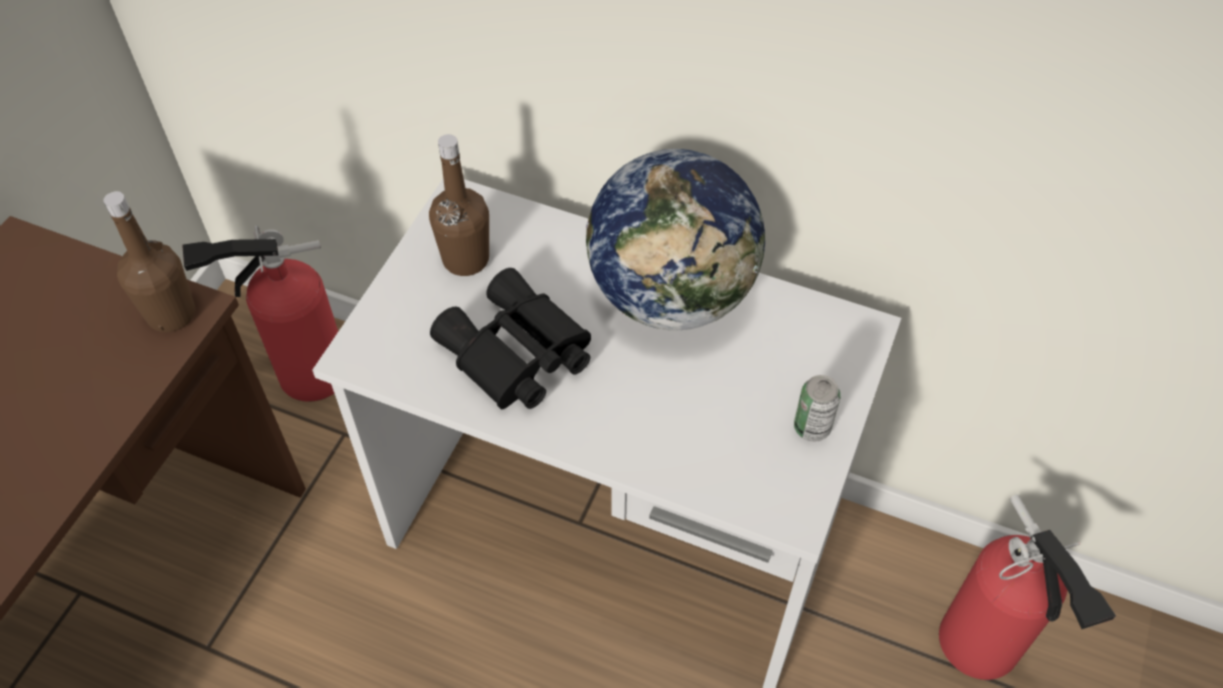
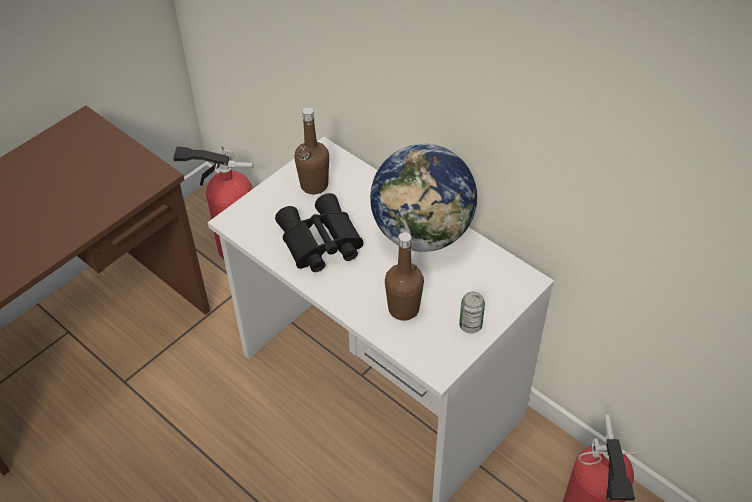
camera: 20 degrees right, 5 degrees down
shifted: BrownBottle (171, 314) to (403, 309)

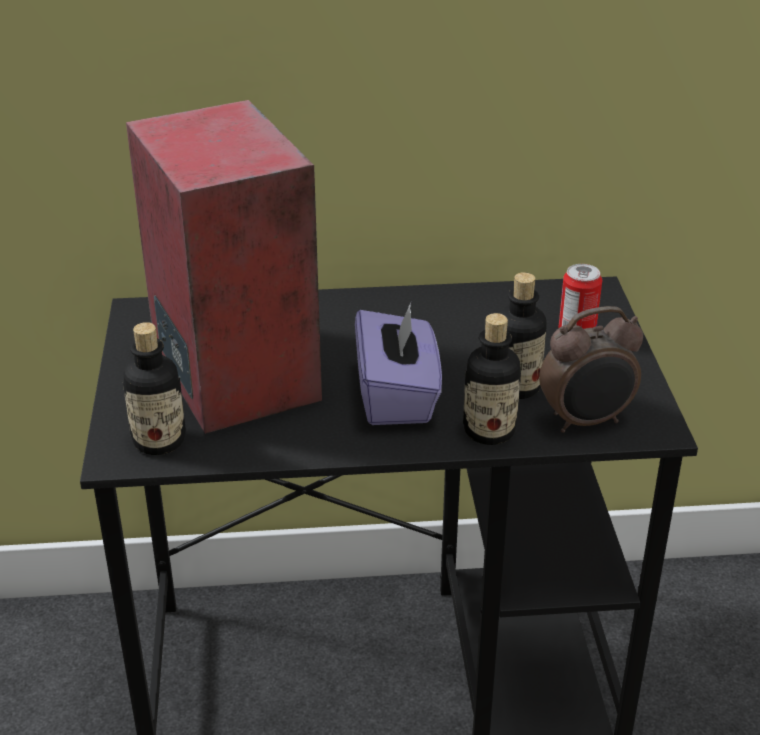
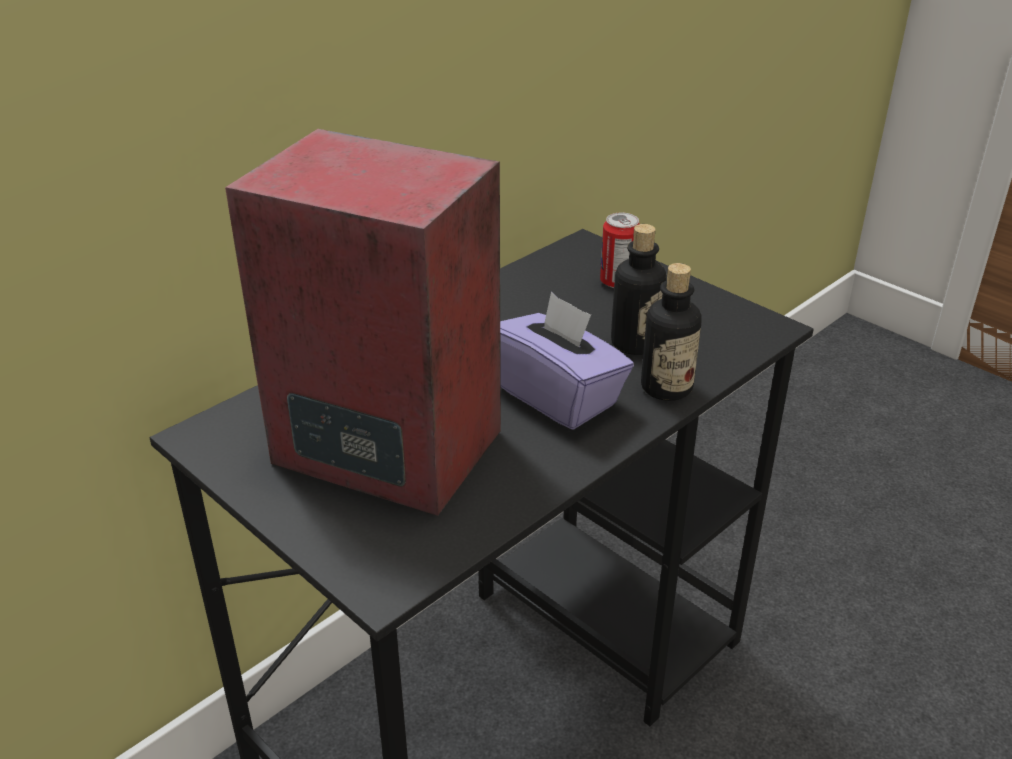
camera: 40 degrees left, 0 degrees up
gone: Bottle (159, 441); TableClock (586, 421)

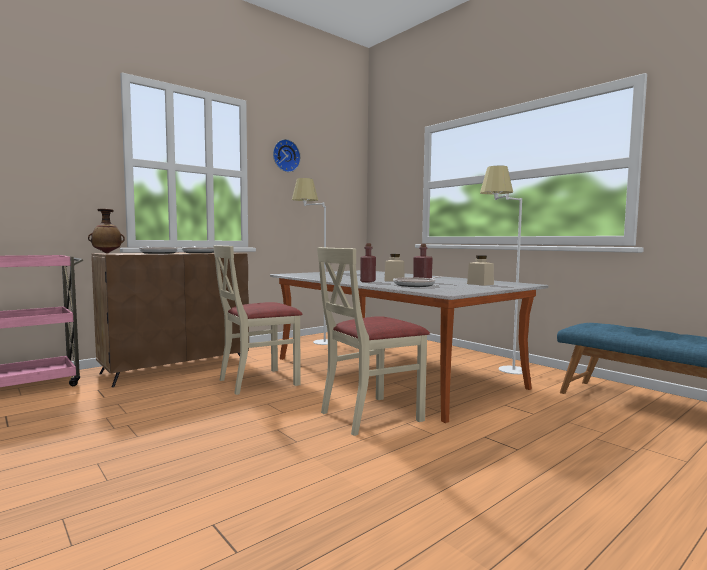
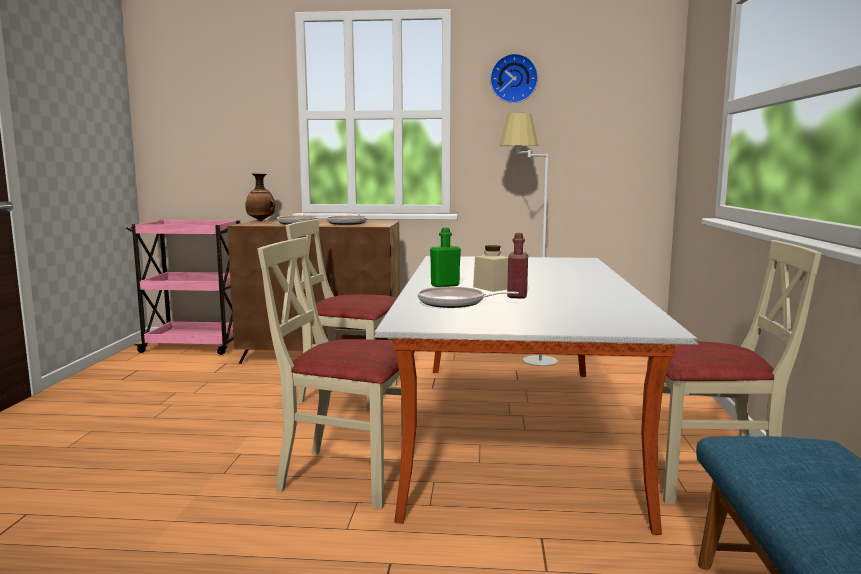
camera: 45 degrees right, 5 degrees up
gone: BeigeColouredStorageJar (480, 284)
swapped: WhiteColouredFloorLamp (500, 368) to BeigeColouredChair (708, 480)
repainted: RedColouredBottle (368, 281) to GreenishBottle (445, 285)

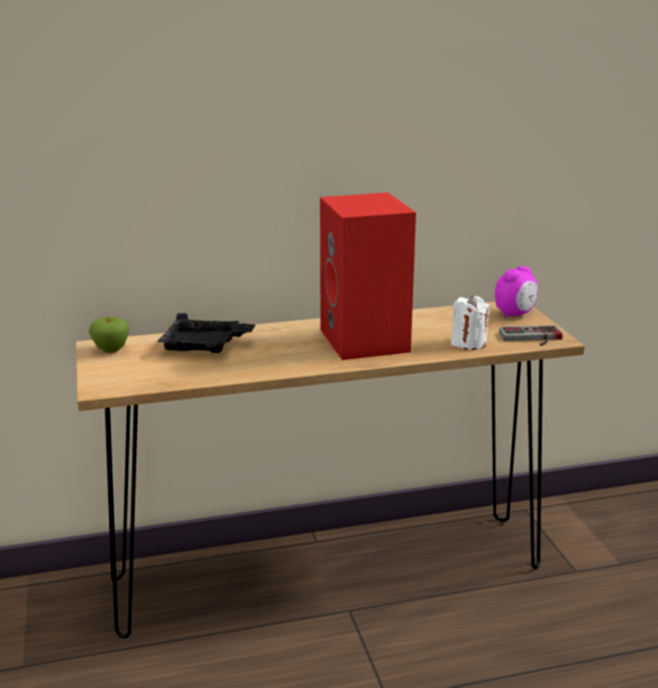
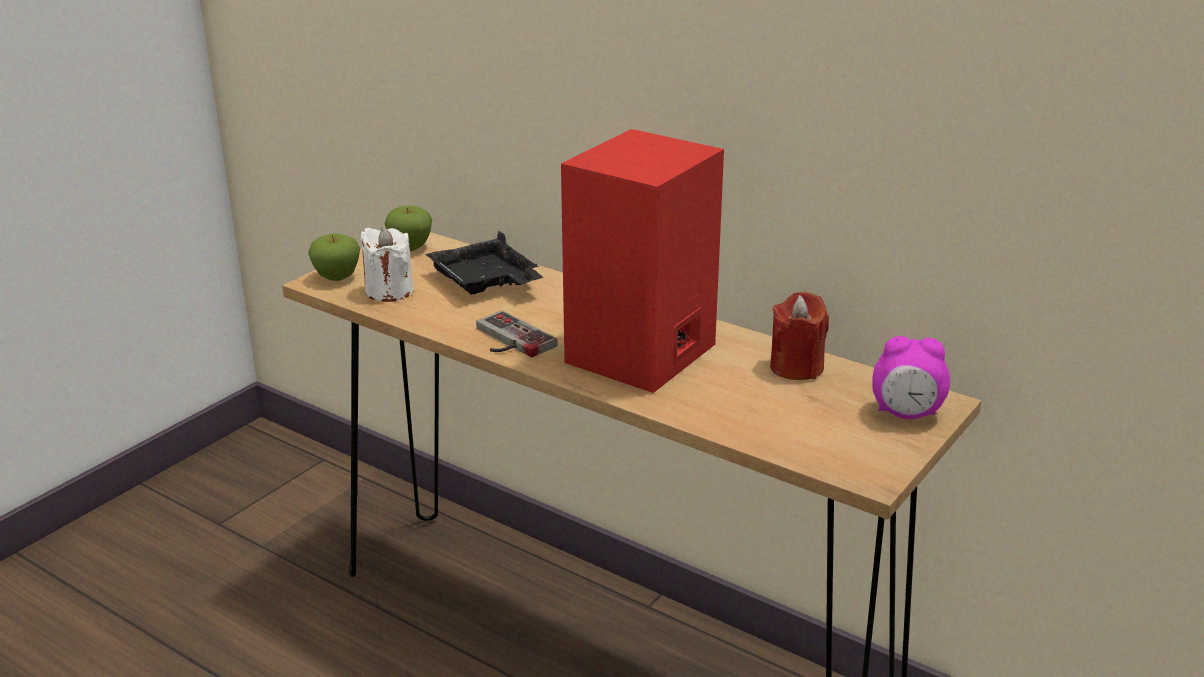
camera: 50 degrees right, 5 degrees up
new: AppleFruit (337, 278); RedColouredWaxCandle (796, 367)
shifted: WhiteColouredWaxCandle (468, 343) to (389, 291); Joypad (532, 338) to (508, 340)

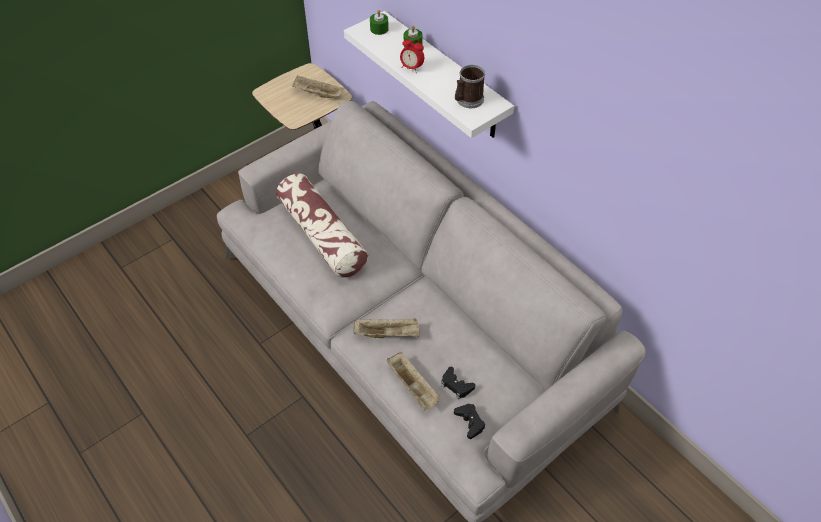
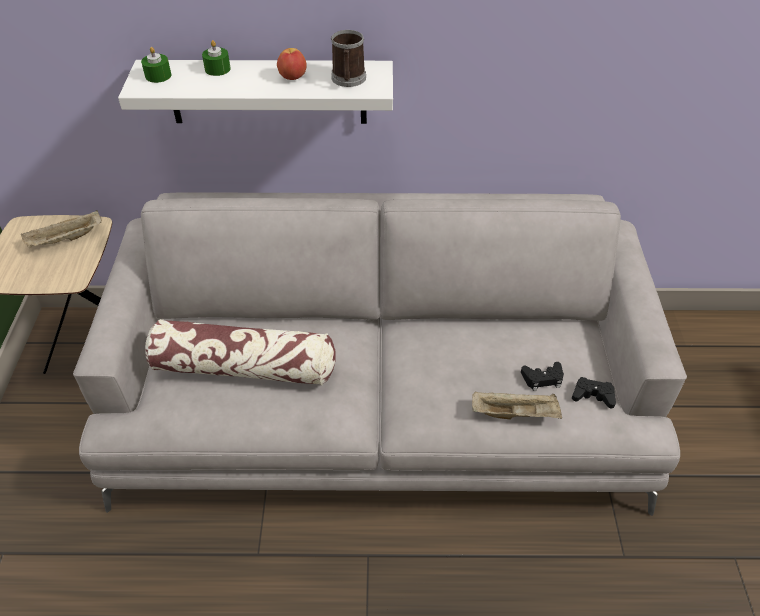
camera: 50 degrees left, 5 degrees down
gone: BeigeColouredTray (388, 333); TableClock (411, 68)
new: AppleFruit (293, 77)

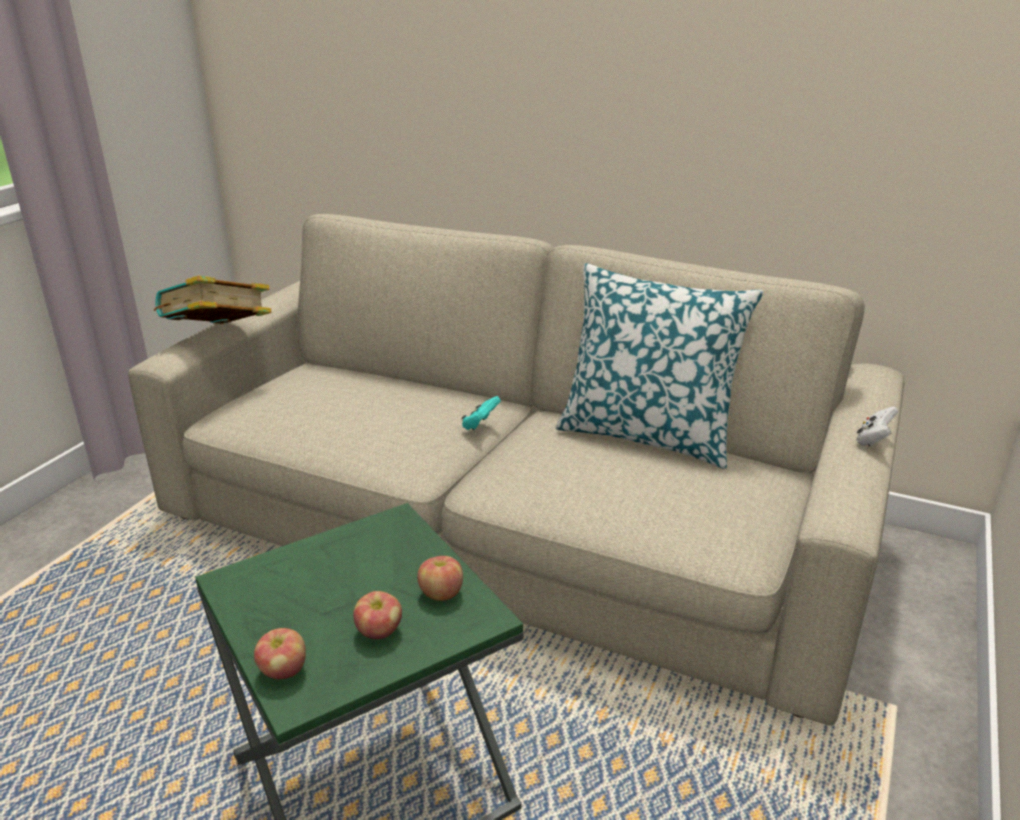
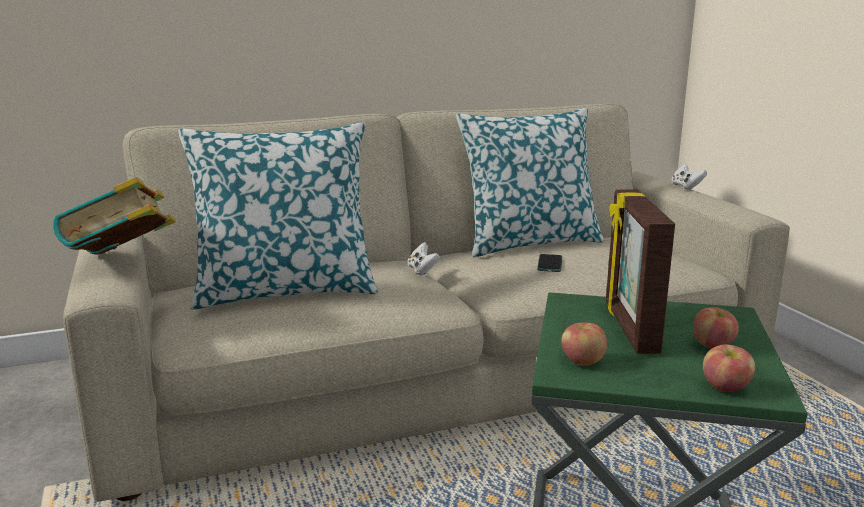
camera: 45 degrees left, 10 degrees down
new: Cushion (285, 291); Telephone (549, 264); PhotoFrame (629, 328)
shifted: AppleFruit (441, 593) to (582, 361)
repainted: BlueGreenJoypad (480, 425) to WhiteColouredJoypad (422, 270)

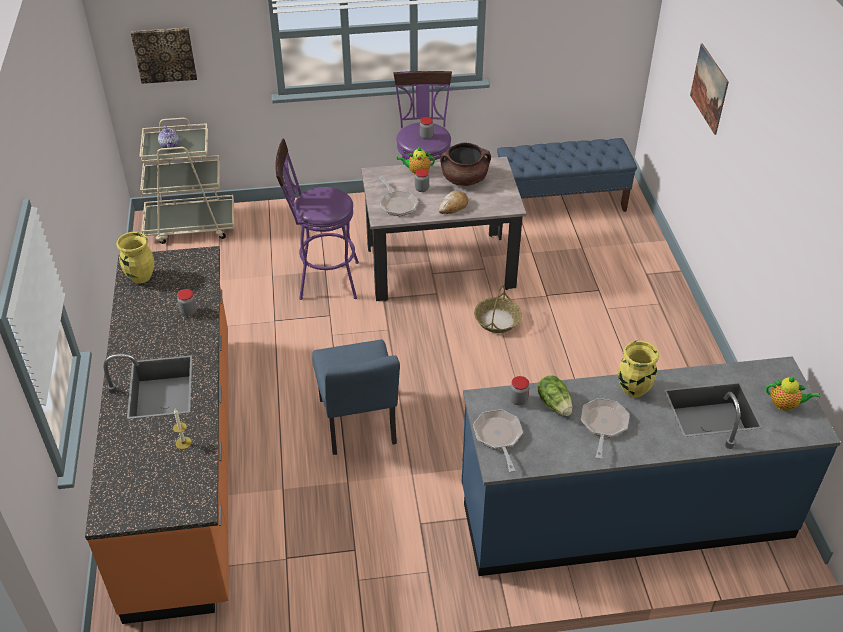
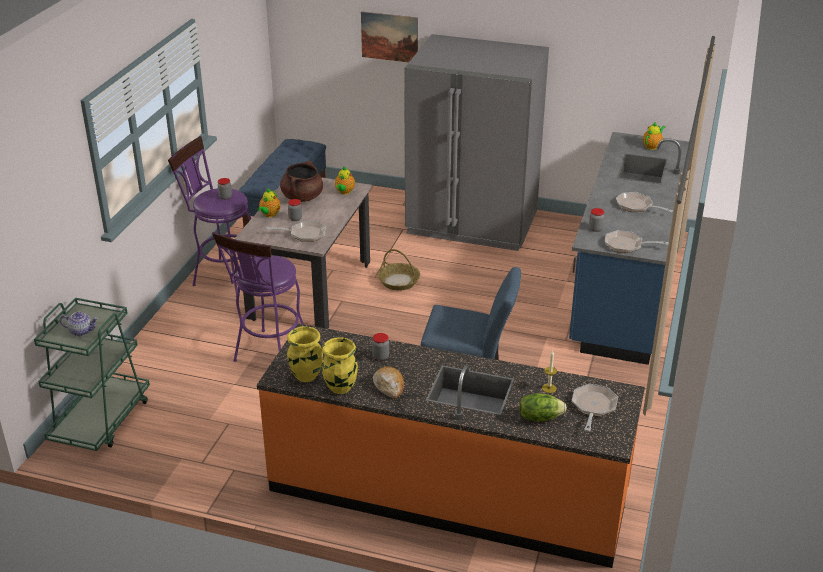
camera: 65 degrees left, 10 degrees down
gone: Picture (164, 54)
new: Teapot (344, 192); GreyishKitchenFridge (472, 223); Skillet (593, 407)
shifted: BakeryBread (453, 206) to (389, 386); HeadOfLettuce (554, 404) to (540, 417); YellowVase (633, 389) to (340, 388)
repainted: BeigeColouredWheeledCart (191, 225) to GreenishWheeledCart (101, 420)

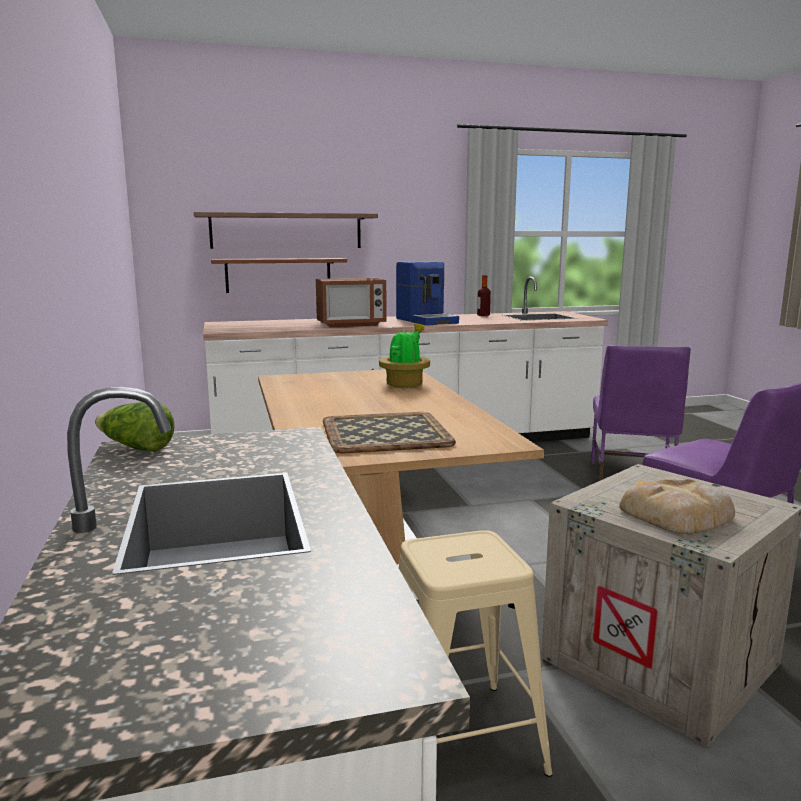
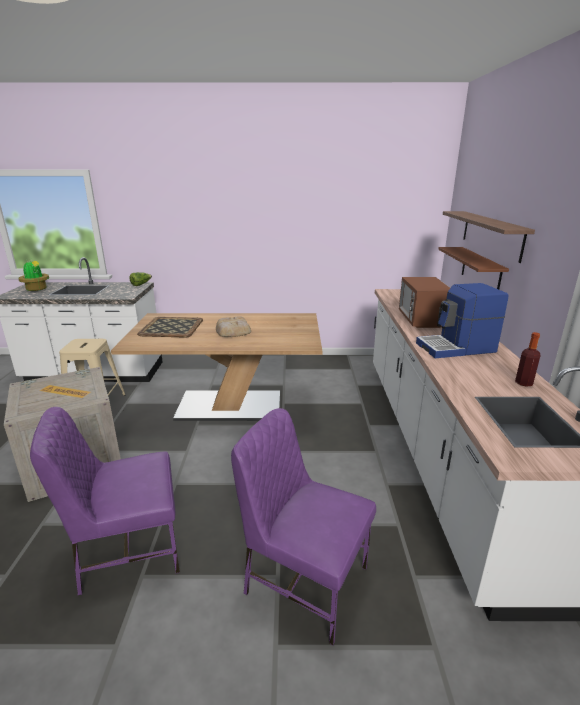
camera: 105 degrees right, 10 degrees up
shifted: PlantInAPot (405, 384) to (37, 289); BakeryBread (678, 514) to (233, 331)

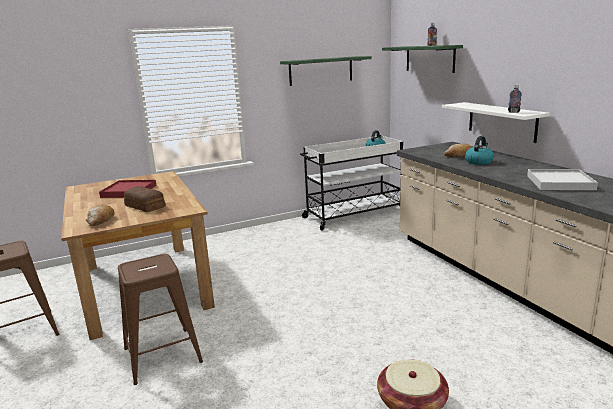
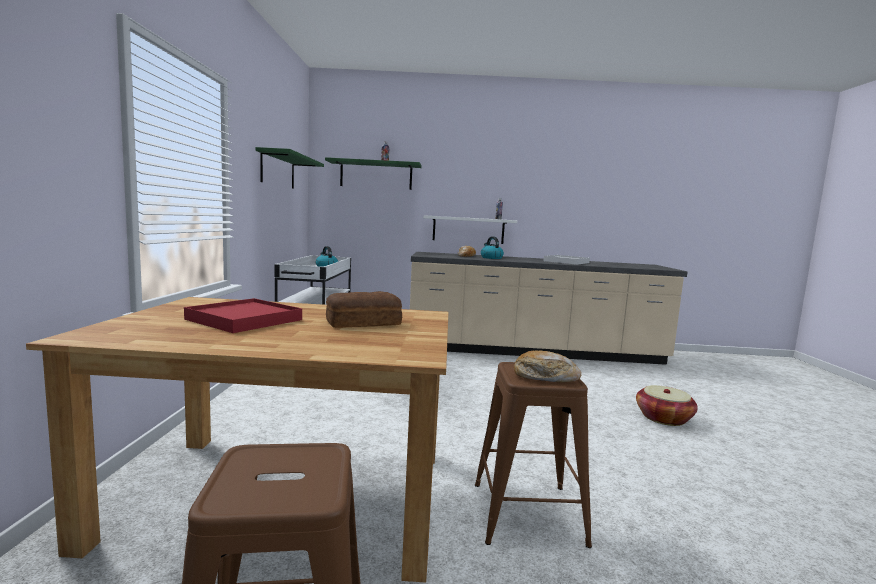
camera: 65 degrees left, 10 degrees down
shifted: BakeryBread (100, 221) to (545, 377)

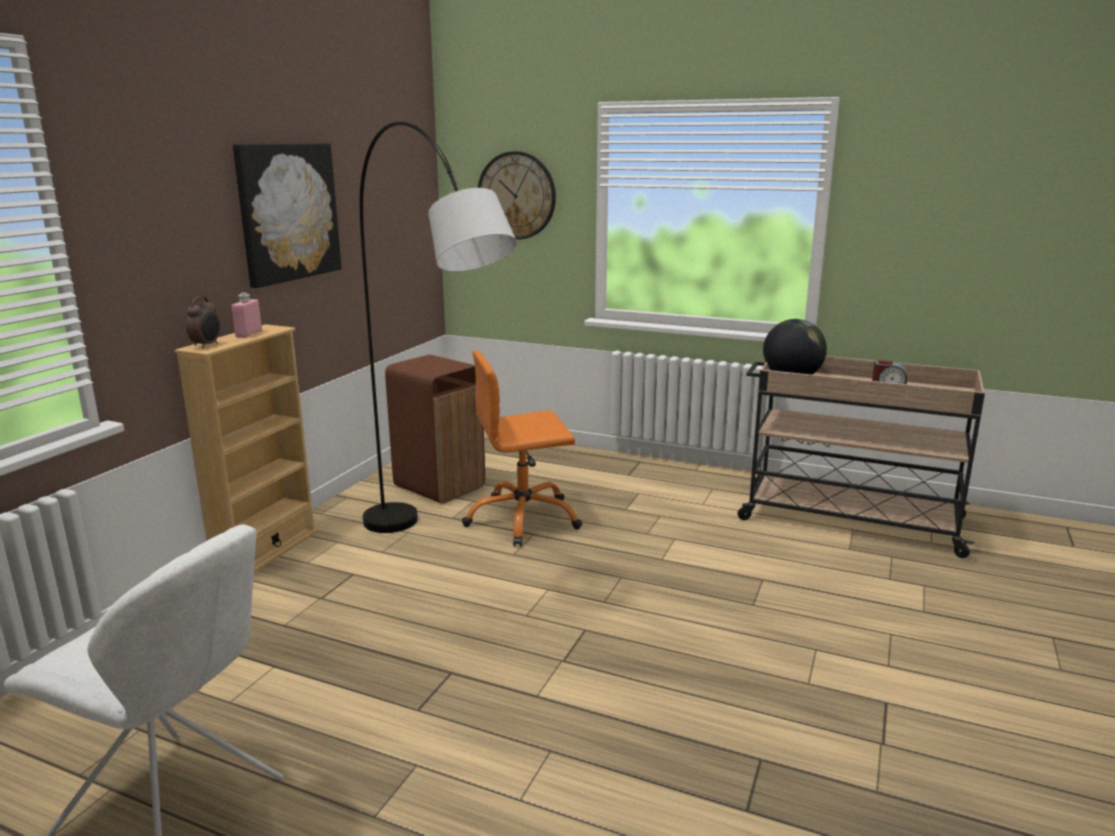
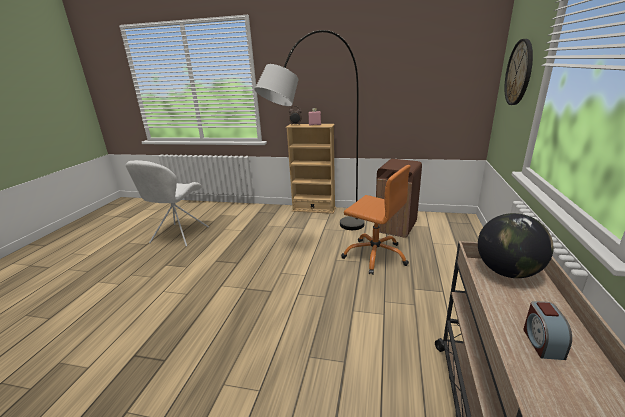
camera: 80 degrees right, 5 degrees up
gone: Picture (288, 212)
rotated: OrangeyOfficeChair (523, 519) = (375, 255) 150 degrees clockwise

